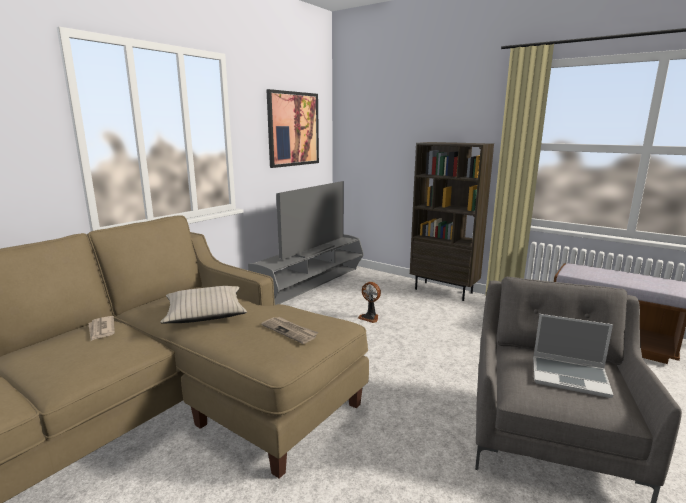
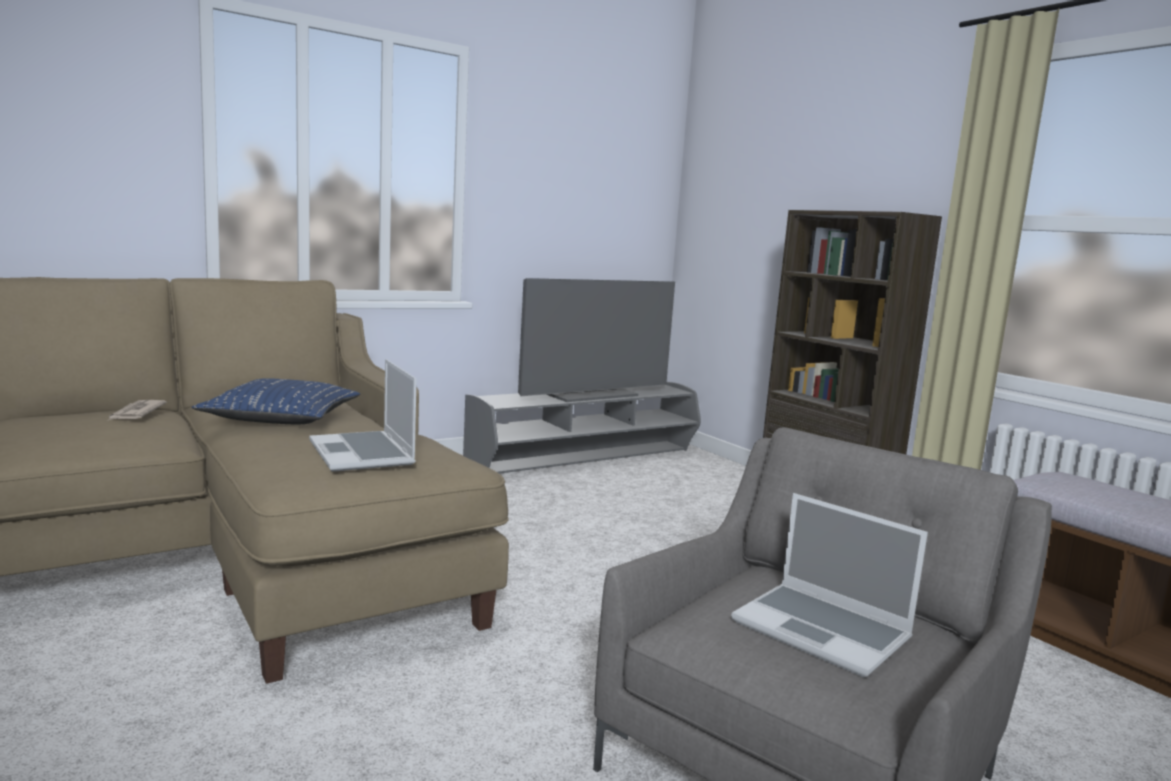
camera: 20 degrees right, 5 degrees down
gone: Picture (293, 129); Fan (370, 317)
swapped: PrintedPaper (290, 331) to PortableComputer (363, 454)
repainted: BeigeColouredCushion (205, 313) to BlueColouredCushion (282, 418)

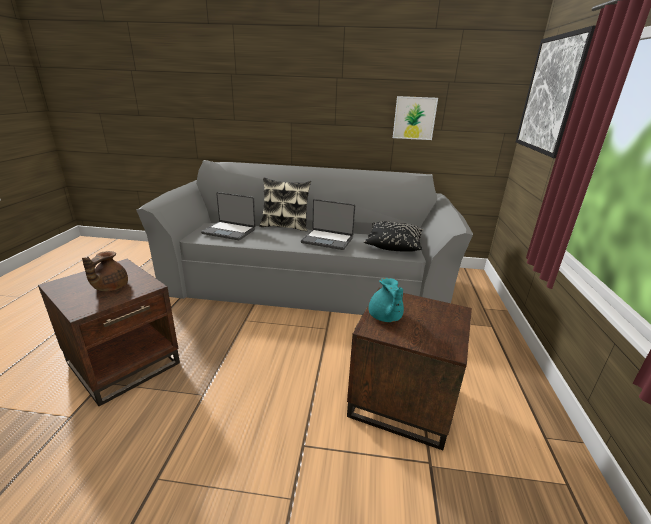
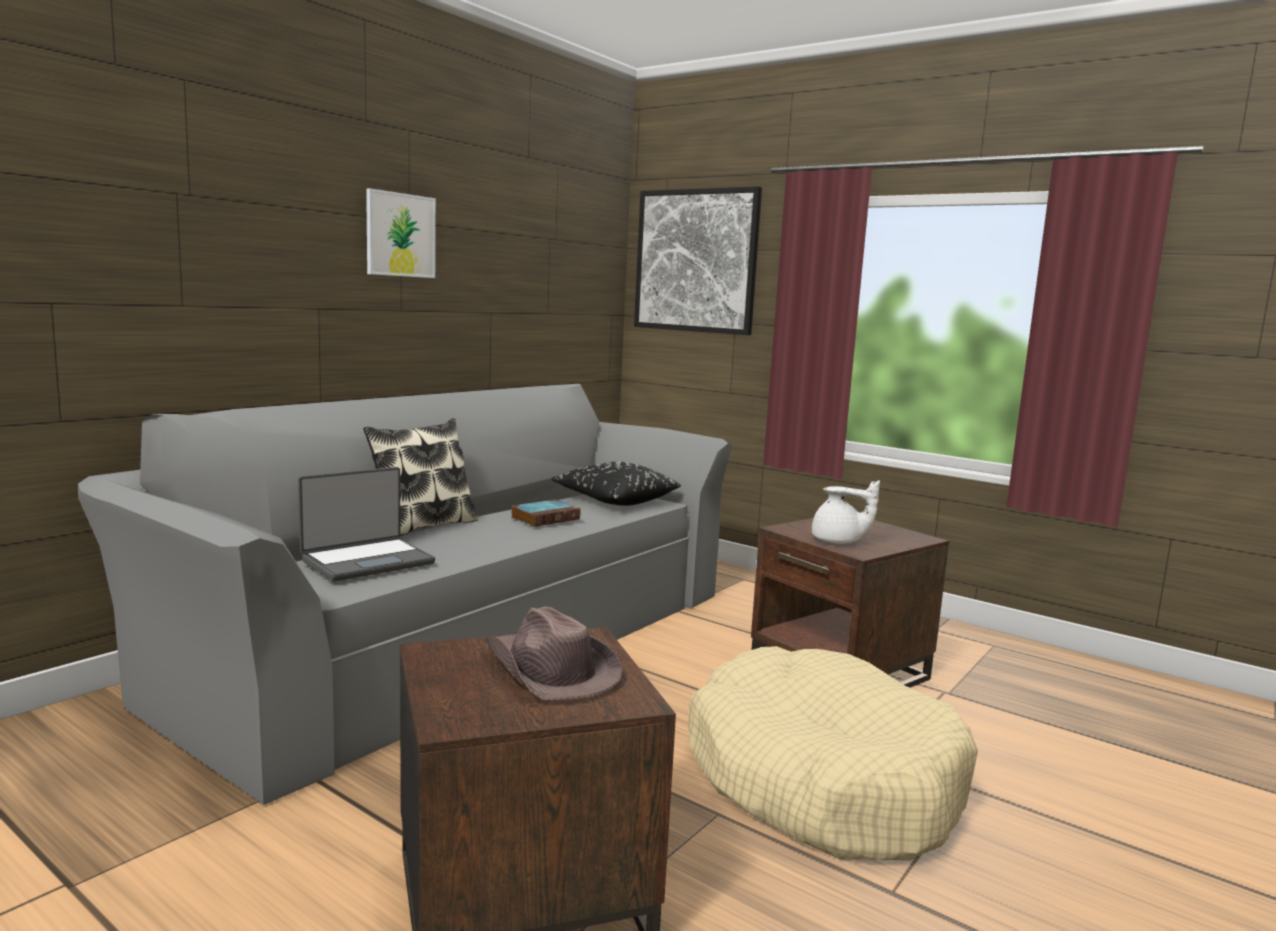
camera: 60 degrees left, 15 degrees down
new: BeigeColouredPetBed (821, 780)
shifted: Picture (414, 118) to (400, 235)
swapped: BrownTeapot (109, 287) to BrownClothingHat (549, 669); PortableComputer (327, 240) to BoundBook (546, 518)
repainted: BlueGreenTeapot (385, 317) to WhiteColouredTeapot (838, 541)

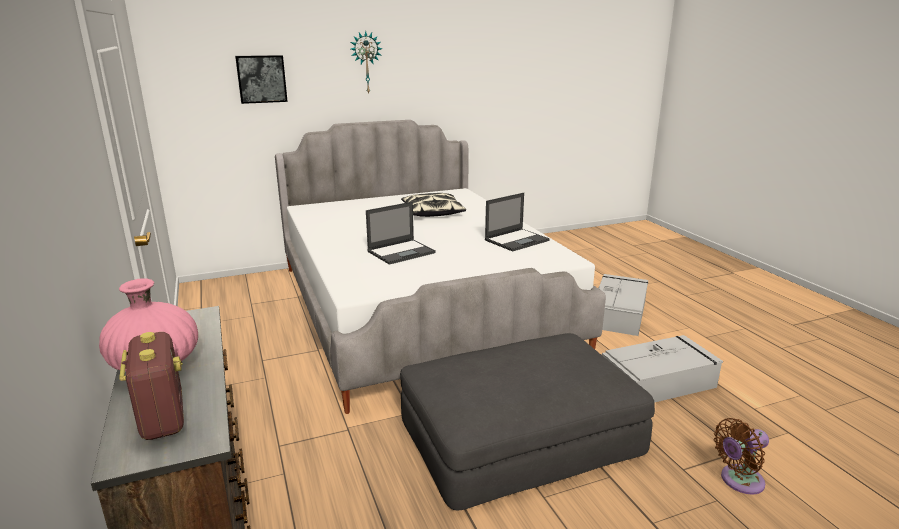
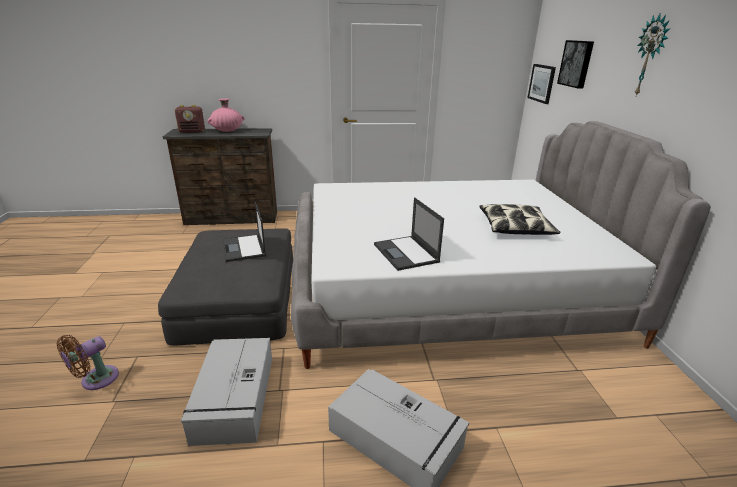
camera: 105 degrees right, 5 degrees up
new: Picture (542, 83)
shifted: PortableComputer (402, 252) to (244, 248)
rotated: BrownFan (738, 481) = (96, 380) 135 degrees counterclockwise

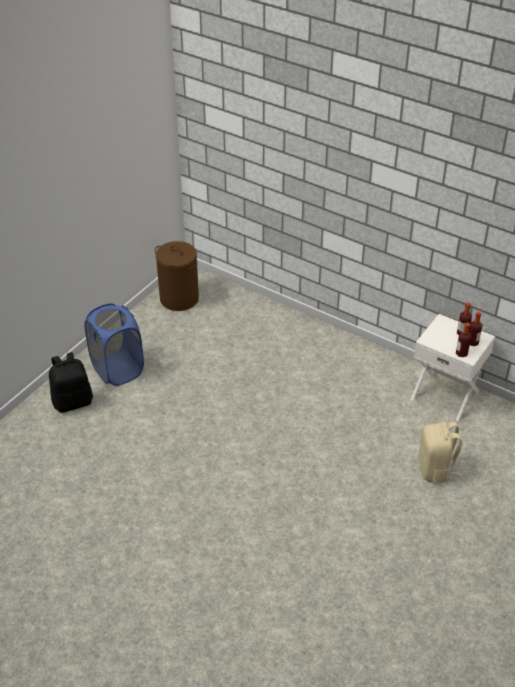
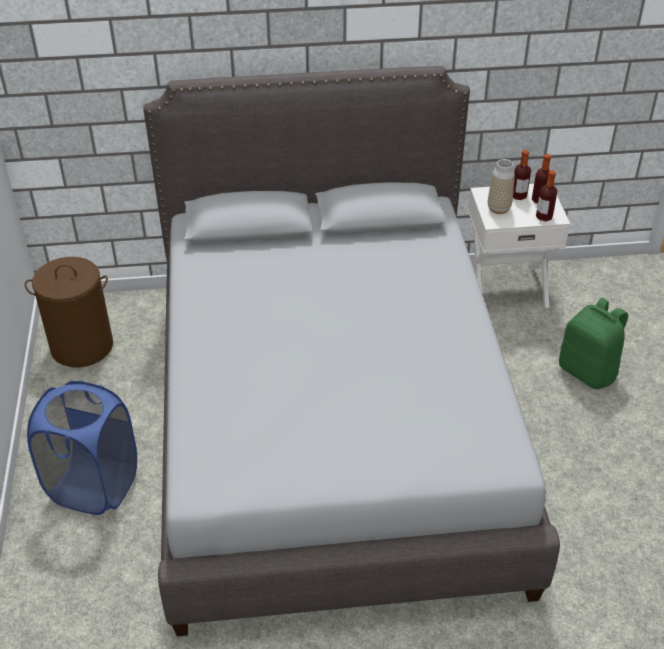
camera: 40 degrees left, 0 degrees up
gone: BlackColouredBackpack (73, 402)
new: GreyishBedroomBed (332, 424); Vase (498, 209)
repainted: BeigeColouredBackpack (436, 469) to GreenishBackpack (588, 371)

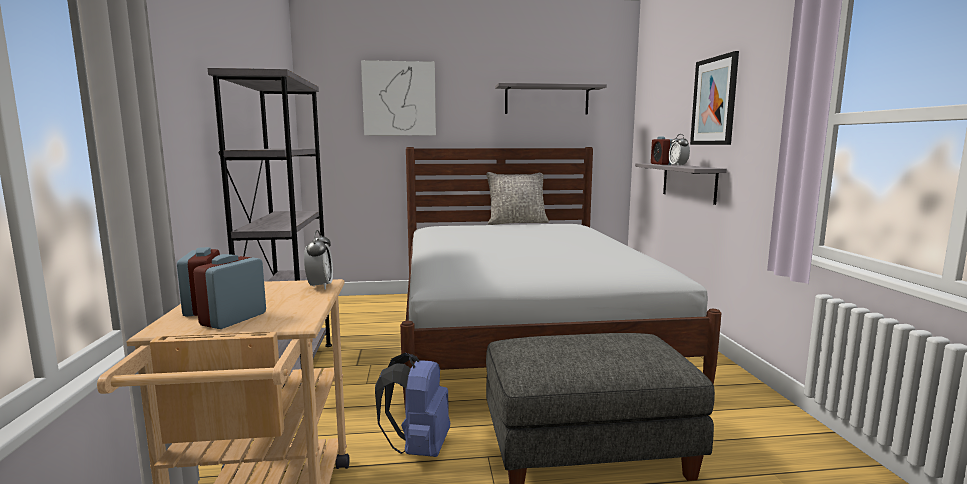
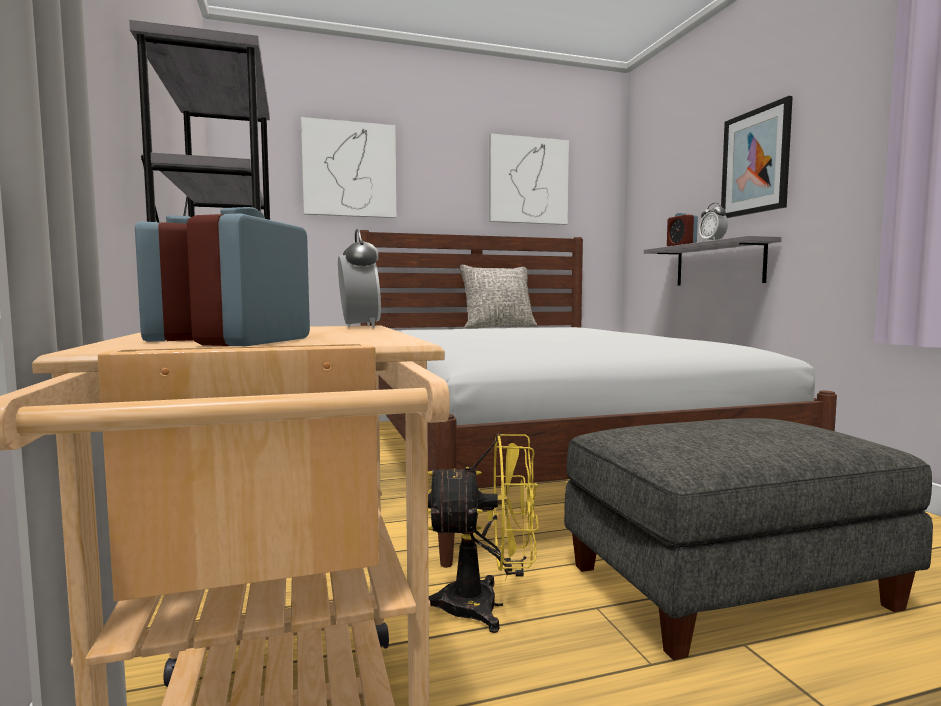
camera: 10 degrees left, 5 degrees down
swapped: BlueColouredBackpack (418, 448) to YellowFan (485, 606); GreyishBracketShelf (546, 100) to Picture (528, 181)

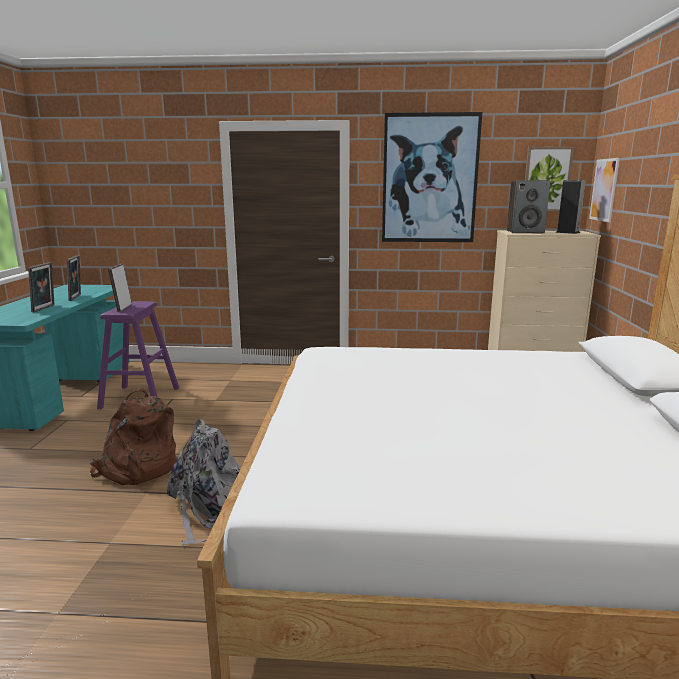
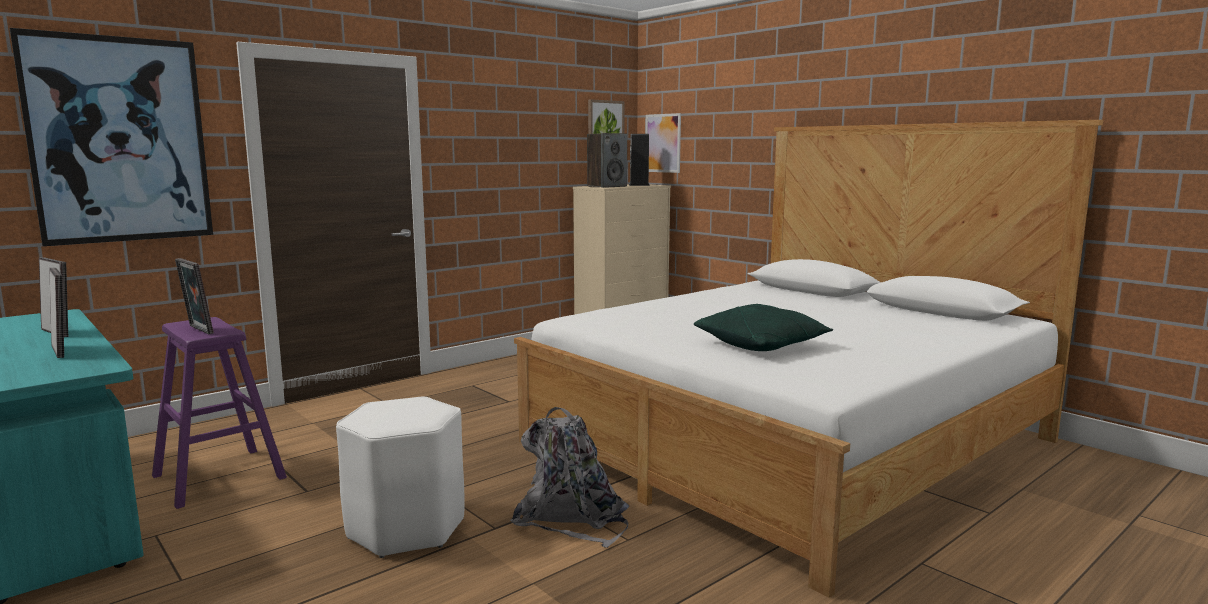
camera: 45 degrees left, 5 degrees down
new: GreenishCushion (761, 345)
shifted: Picture (429, 179) to (119, 140)
swapped: BrownBackpack (138, 468) to WhiteColouredStool (406, 528)

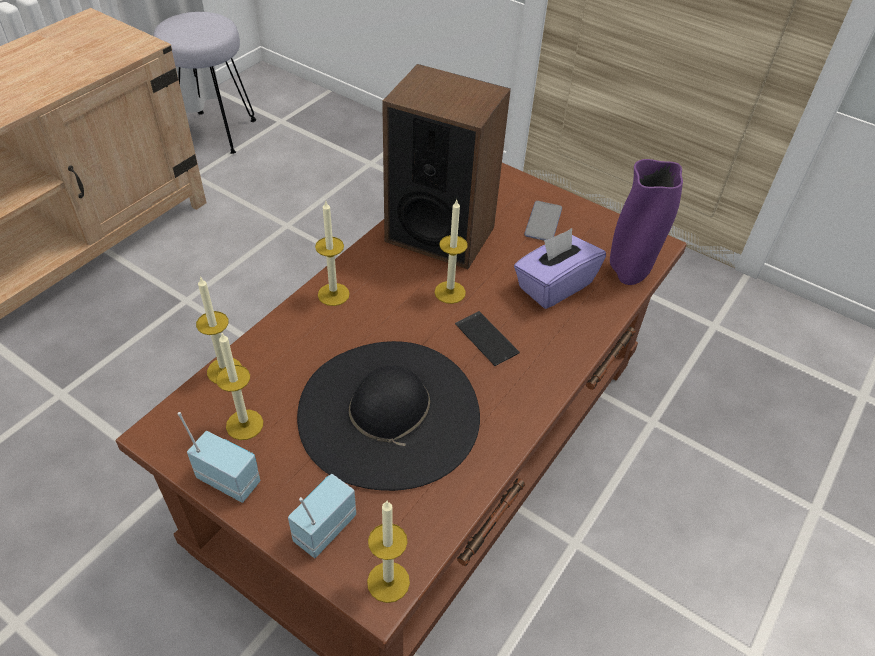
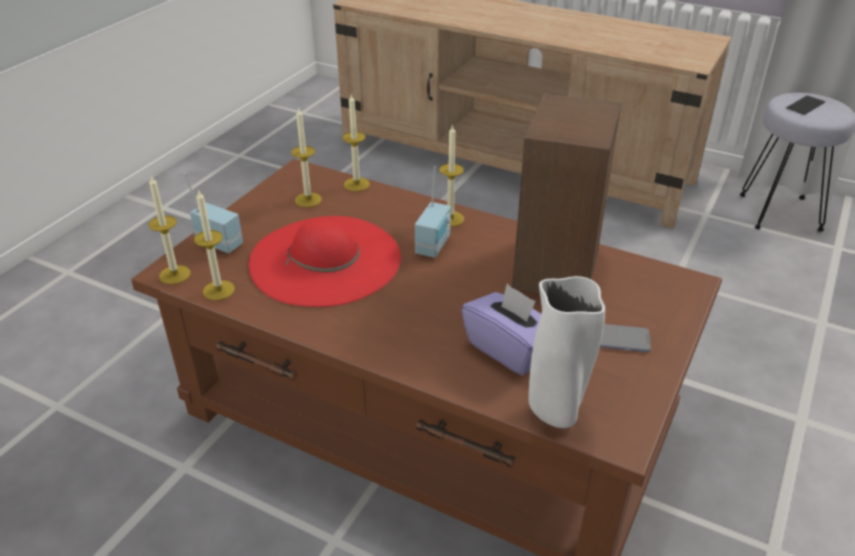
camera: 85 degrees right, 10 degrees down
shifted: Radio (230, 478) to (434, 246); WaxCandle (450, 292) to (218, 290); Telephone (486, 338) to (805, 105)
repainted: BlackColouredClothingHat (389, 412) to RedColouredClothingHat (325, 260); PurpleColouredVase (629, 272) to WhiteColouredVase (556, 412)

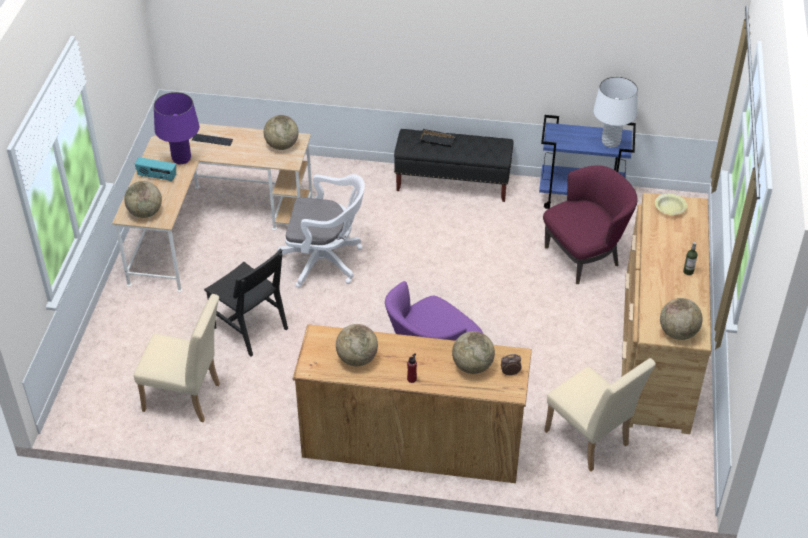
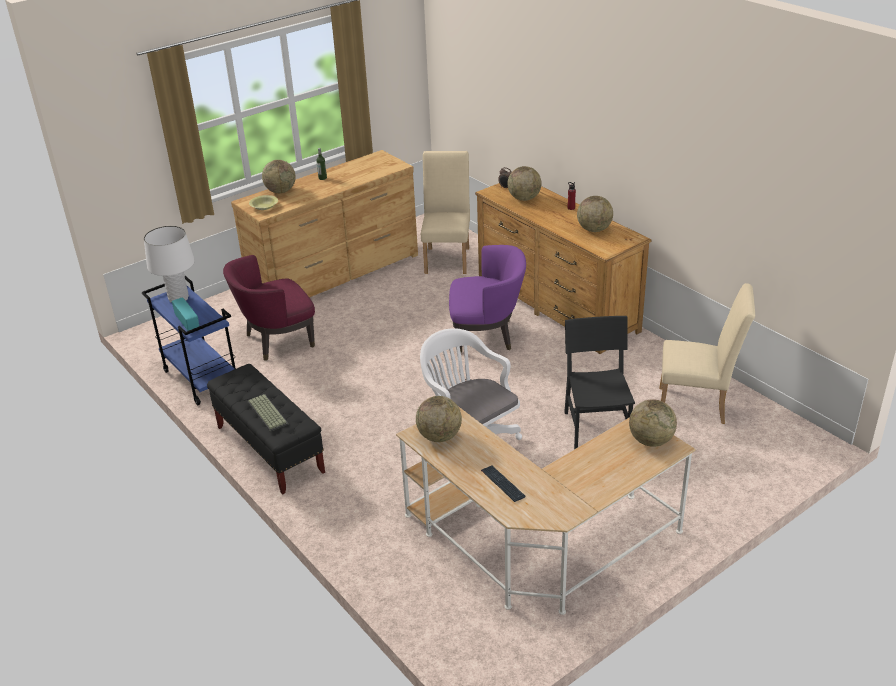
camera: 135 degrees left, 10 degrees down
gone: PurpleColouredLampForATable (181, 159)
shifted: Radio (157, 177) to (188, 323); DeskGlobe (678, 333) to (280, 191)
swapped: BlackColouredTray (438, 139) to Keyboard (266, 413)
rotated: BeigeColouredChair (187, 398) = (698, 406) 135 degrees clockwise; PurpleColouredEasyChair (584, 256) = (276, 341) 45 degrees counterclockwise

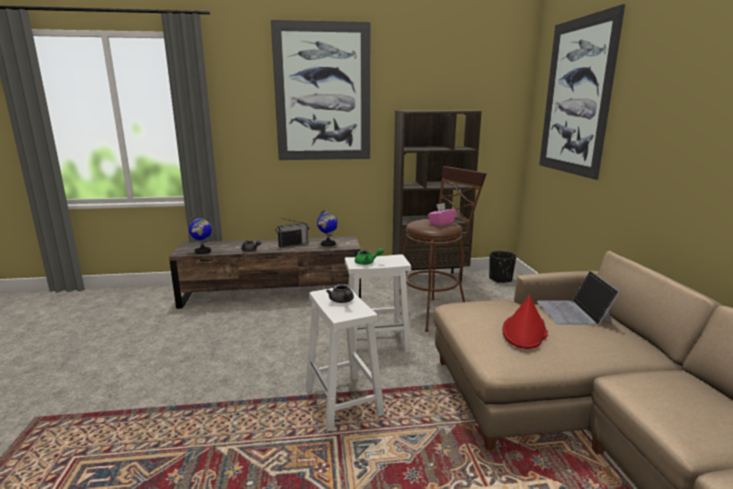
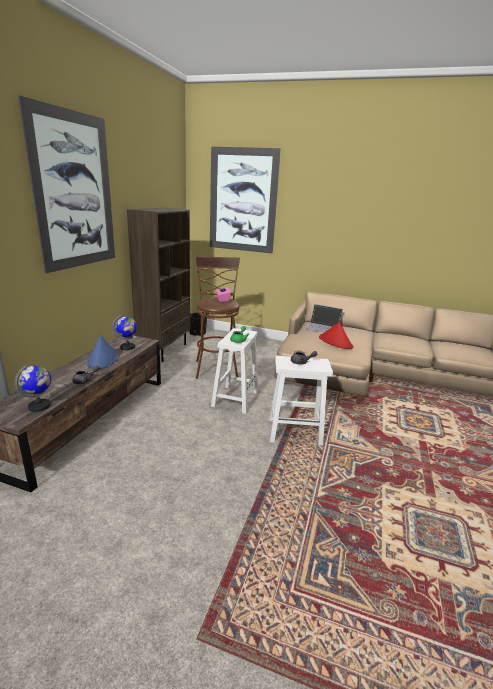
camera: 65 degrees left, 5 degrees up
swapped: Radio (293, 244) to BlueColouredClothingHat (103, 359)

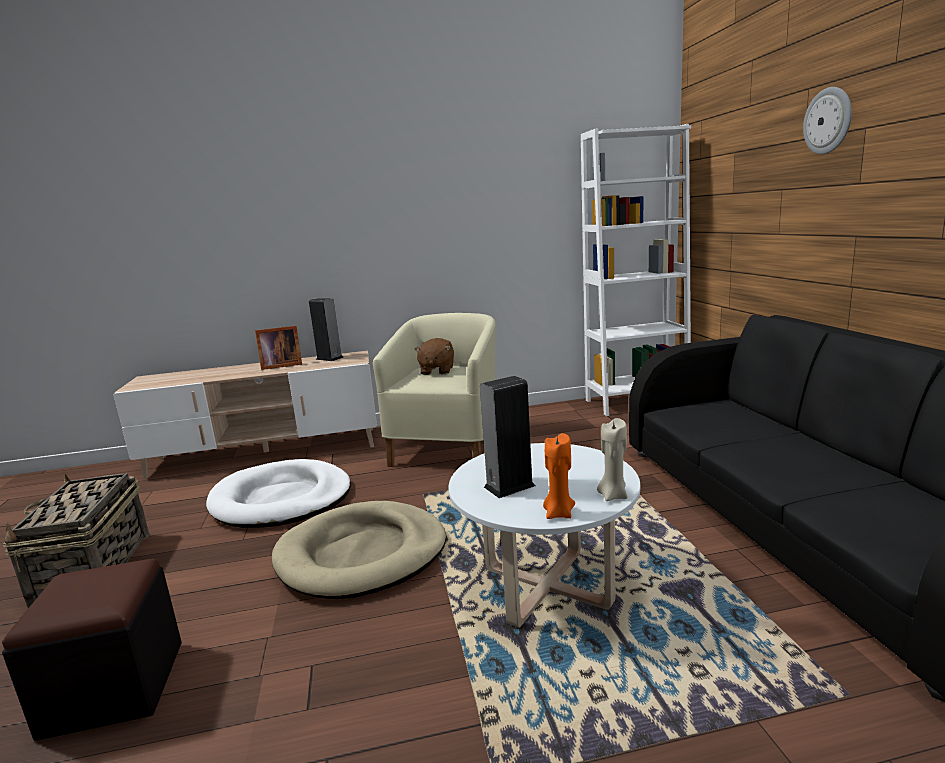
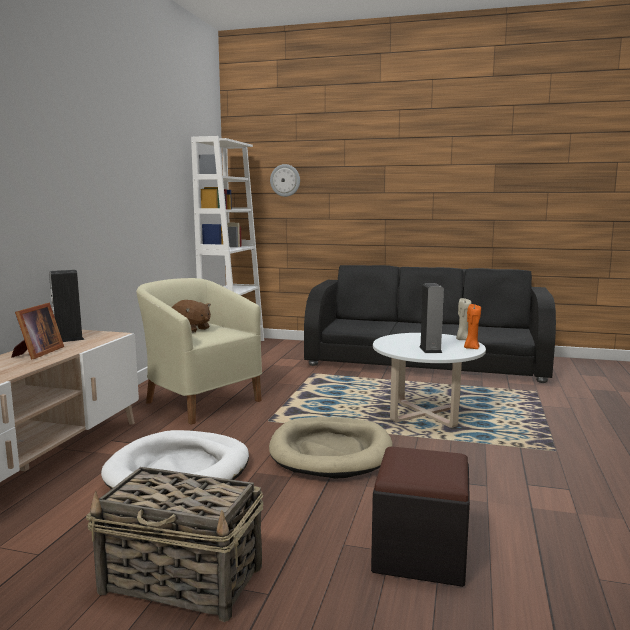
camera: 65 degrees left, 5 degrees down
shifted: ClockOnTheWall (828, 121) to (285, 180)

